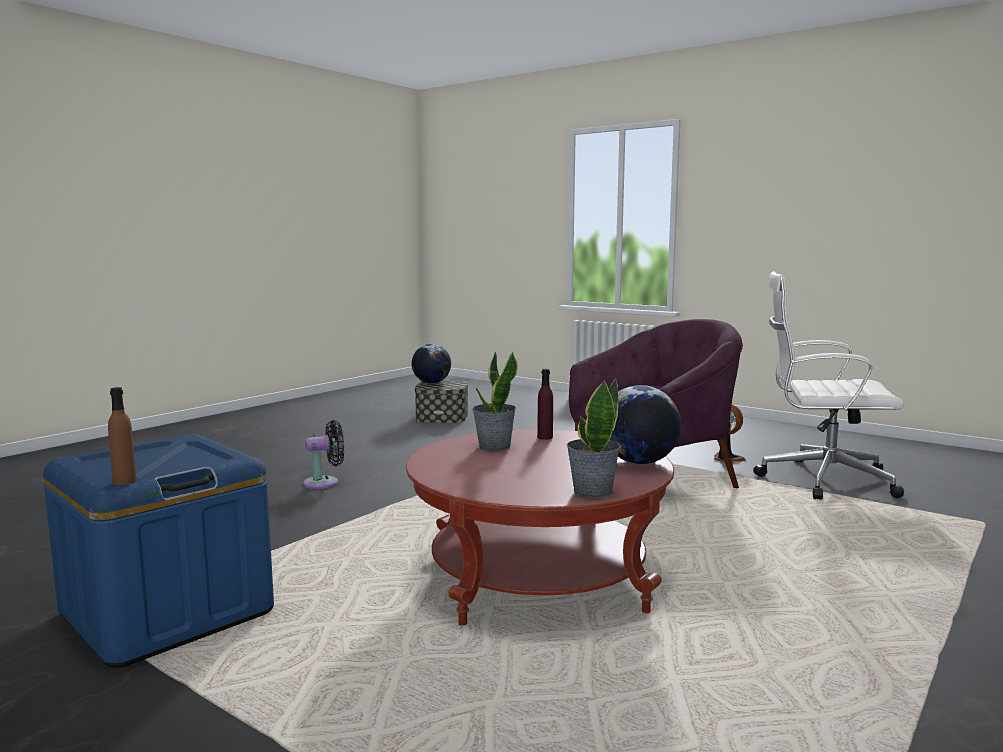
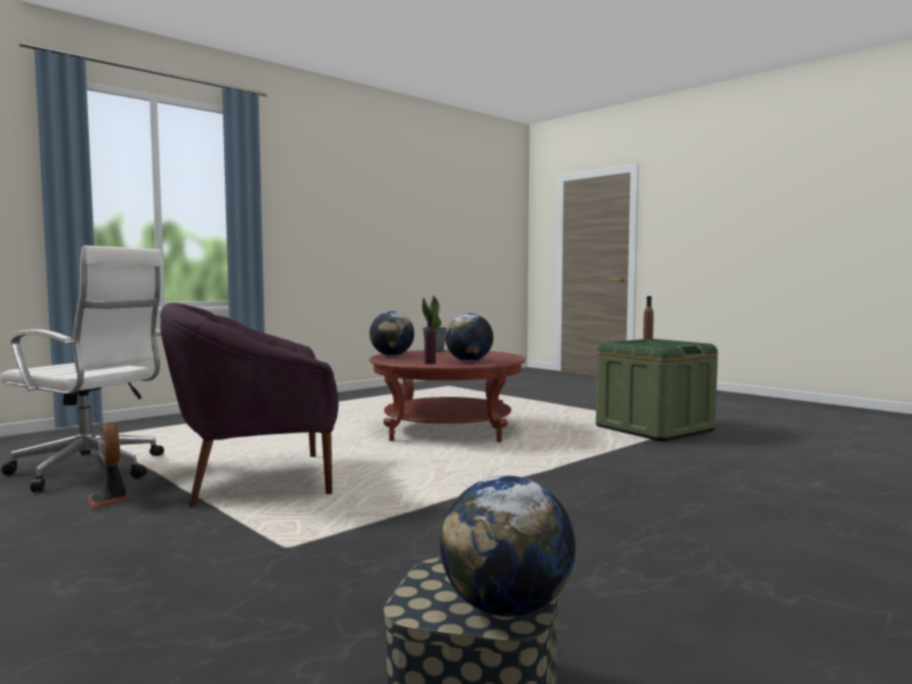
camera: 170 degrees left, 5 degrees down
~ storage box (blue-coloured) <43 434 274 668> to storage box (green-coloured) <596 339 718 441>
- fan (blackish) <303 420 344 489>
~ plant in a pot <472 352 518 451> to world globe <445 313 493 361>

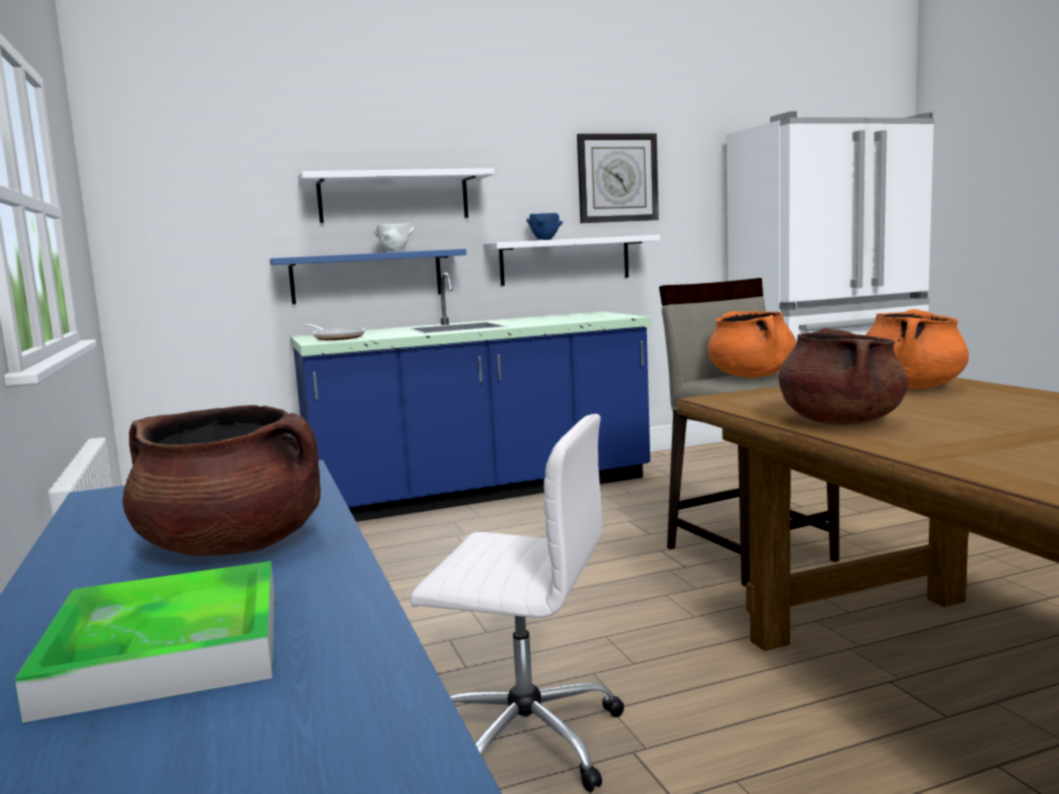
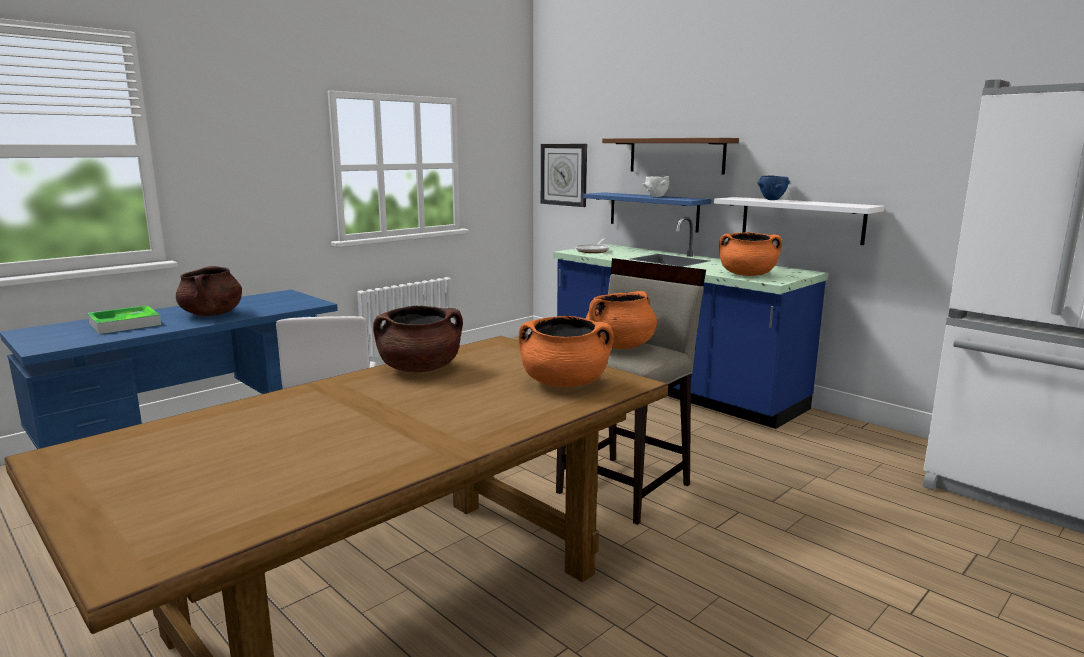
camera: 65 degrees right, 5 degrees up
~ shelf (white-coloured) <298 168 494 223> to shelf (brown) <602 138 739 175>
~ wall clock <577 133 659 223> to <541 144 587 207>
+ cooking pot (orange-coloured) <719 232 782 276>

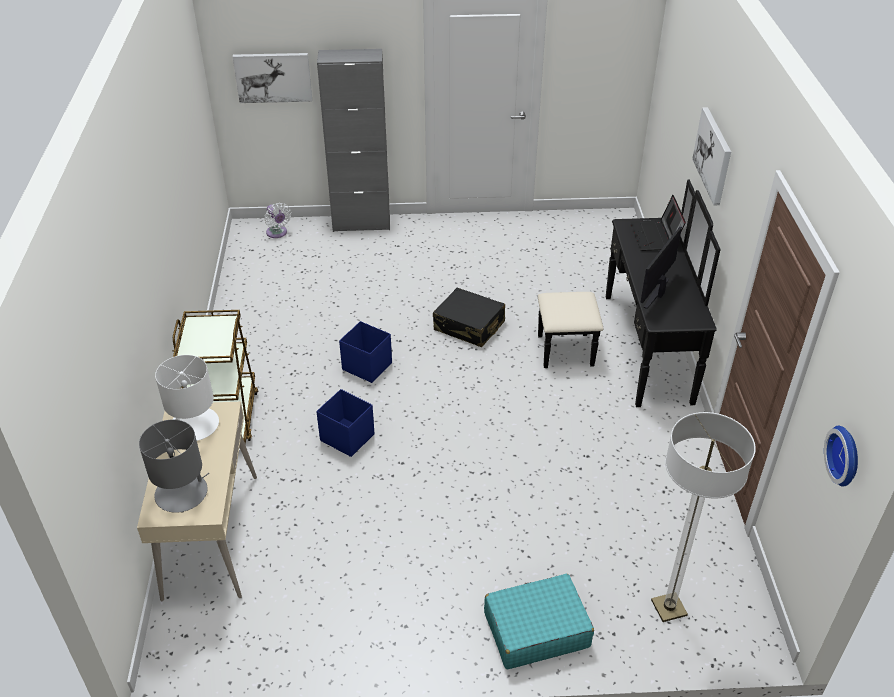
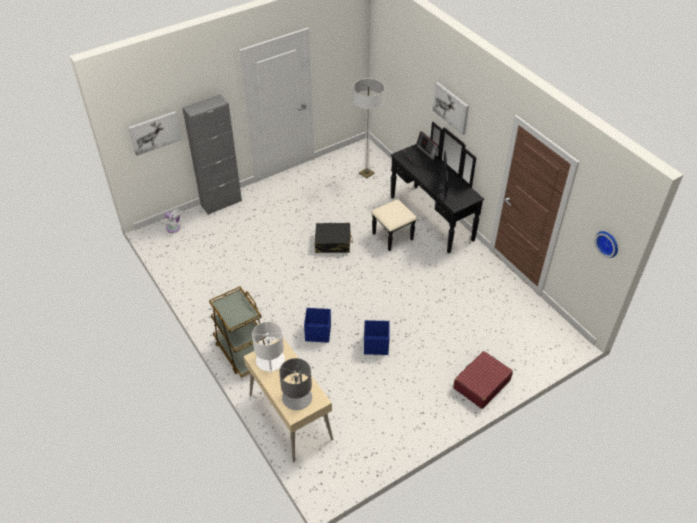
camera: 30 degrees left, 5 degrees up
~ storage box (blue-coloured) <339 321 392 383> to <364 320 389 355>
~ travel case (blue-green) <484 574 594 669> to travel case (red) <453 351 513 409>
~ standing lamp <651 412 756 622> to <353 78 385 178>

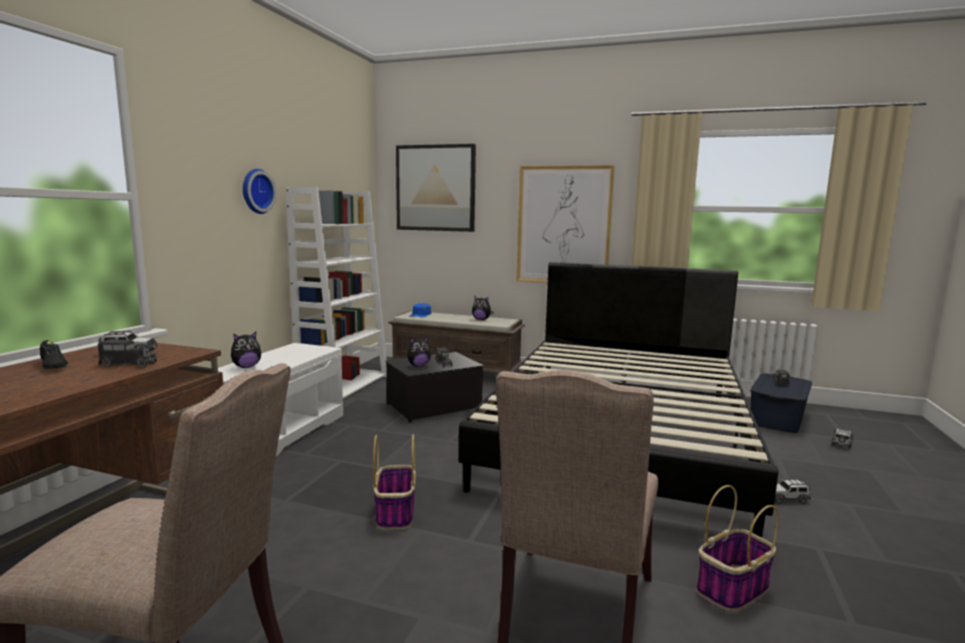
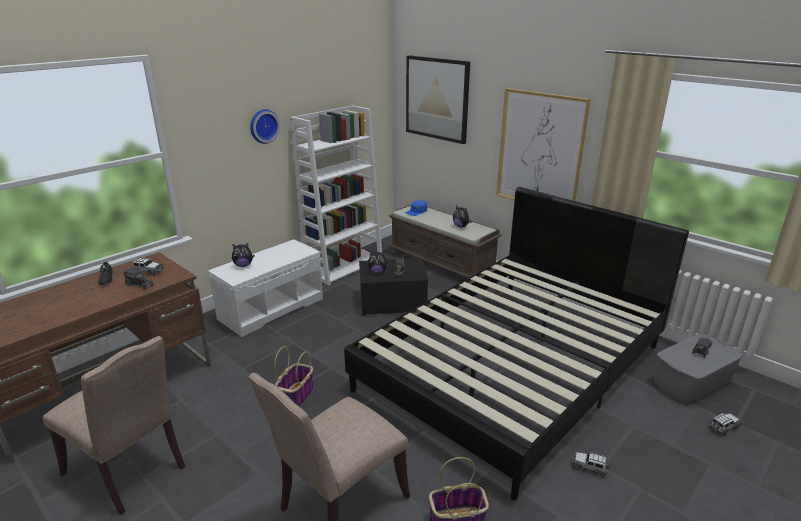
camera: 25 degrees right, 15 degrees up
~ storage box (blue-coloured) <750 373 812 433> to storage box (grey) <654 333 743 404>

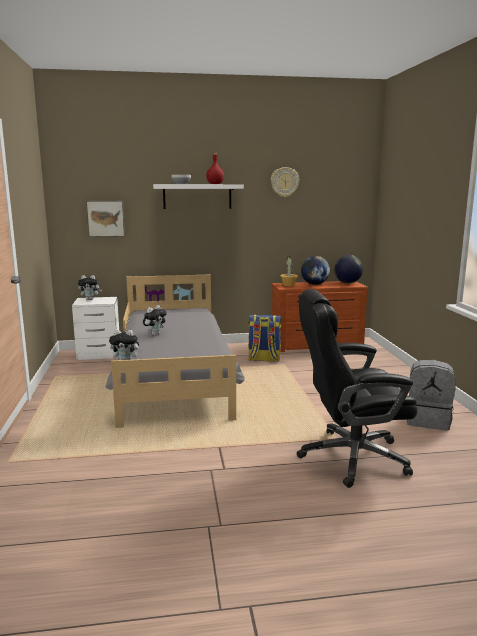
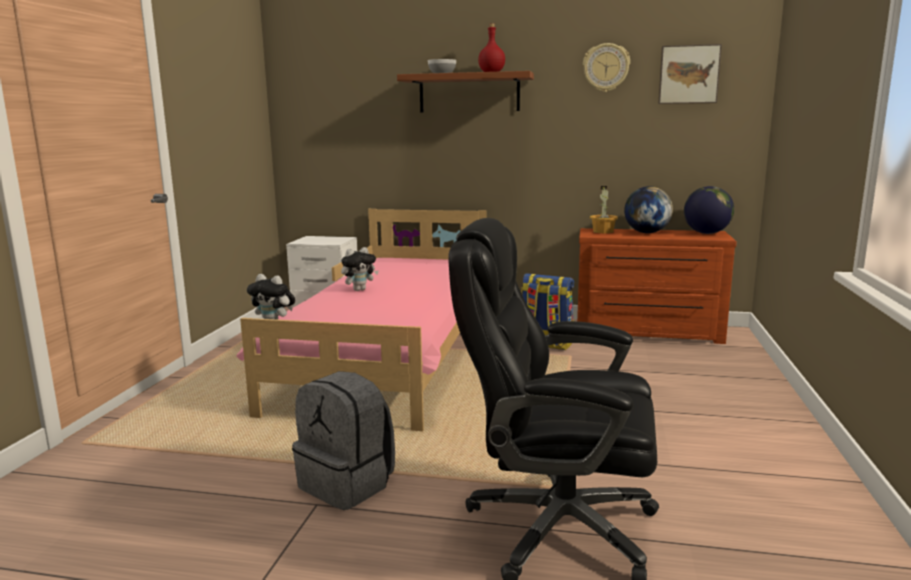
camera: 20 degrees right, 0 degrees up
- soft toy <78 275 102 300>
~ wall art <86 201 125 237> to <658 44 722 104>
~ bedroom bed (grey) <106 274 245 428> to bedroom bed (pink) <236 209 487 431>
~ shelf (white-coloured) <153 184 244 209> to shelf (brown) <397 71 534 112>
~ knapsack (grey) <407 360 456 431> to <292 371 395 510>

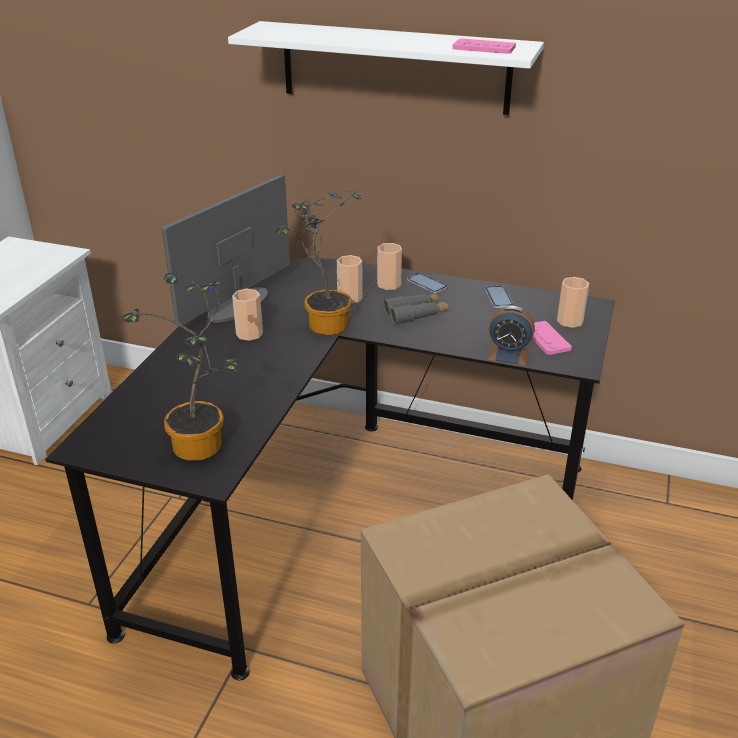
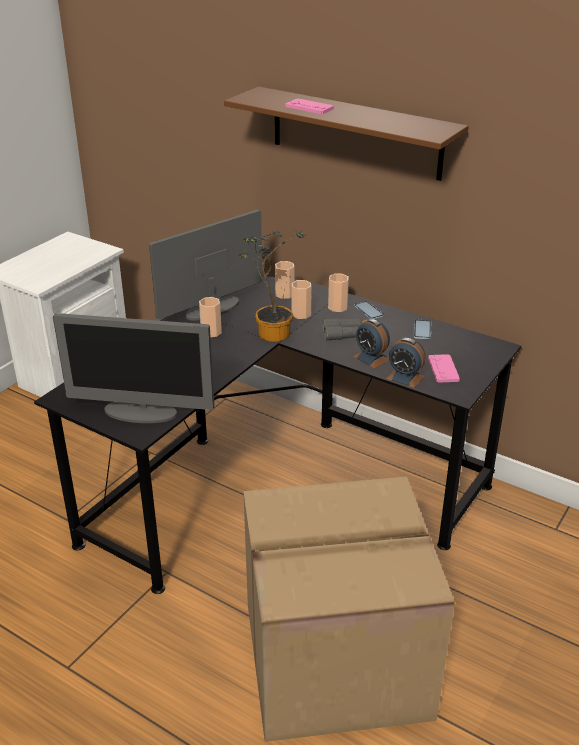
camera: 15 degrees right, 0 degrees up
~ plant in a pot <123 273 241 461> to computer screen <53 313 214 423>
~ shelf (white-coloured) <228 21 544 115> to shelf (brown) <224 87 469 181>
~ game controller (pink) <452 38 516 54> to <286 99 334 114>
~ cup <557 277 589 328> to <275 261 294 299>
+ table clock <352 319 390 369>

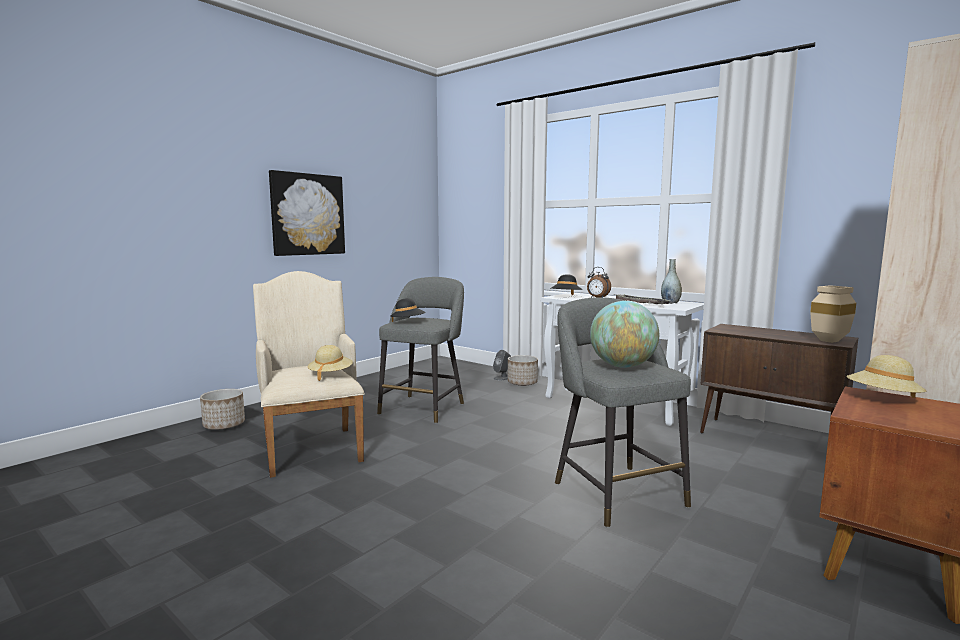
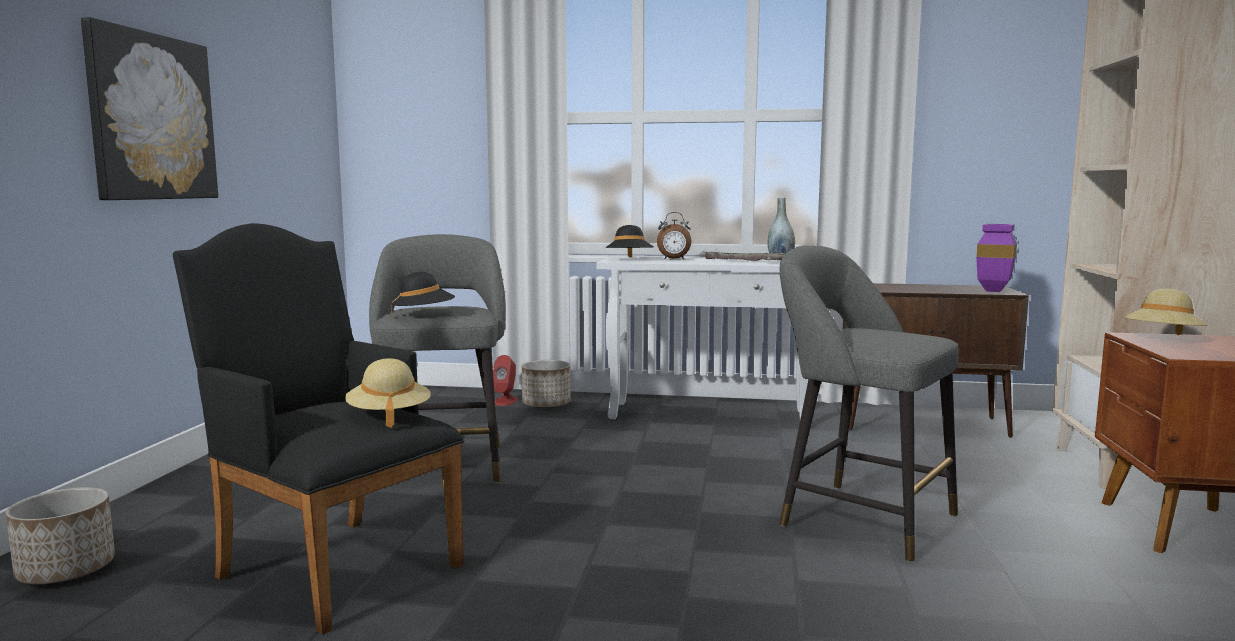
camera: 30 degrees left, 0 degrees up
~ easy chair (beige) <253 271 365 478> to easy chair (blackish) <173 223 464 635>
~ speaker (grey) <493 350 511 380> to speaker (red) <493 355 518 406>
- world globe <590 301 659 368>
~ decorative vase (beige) <810 285 856 343> to decorative vase (purple-coloured) <976 224 1017 292>

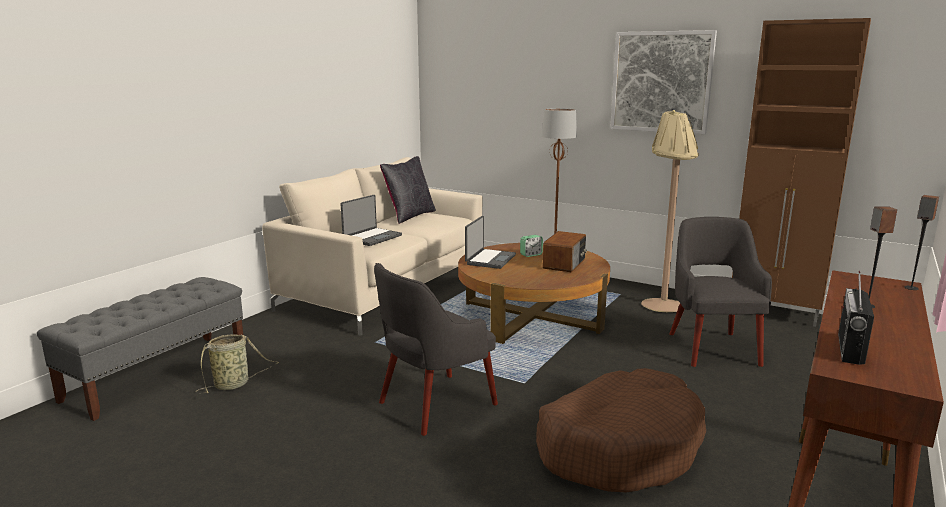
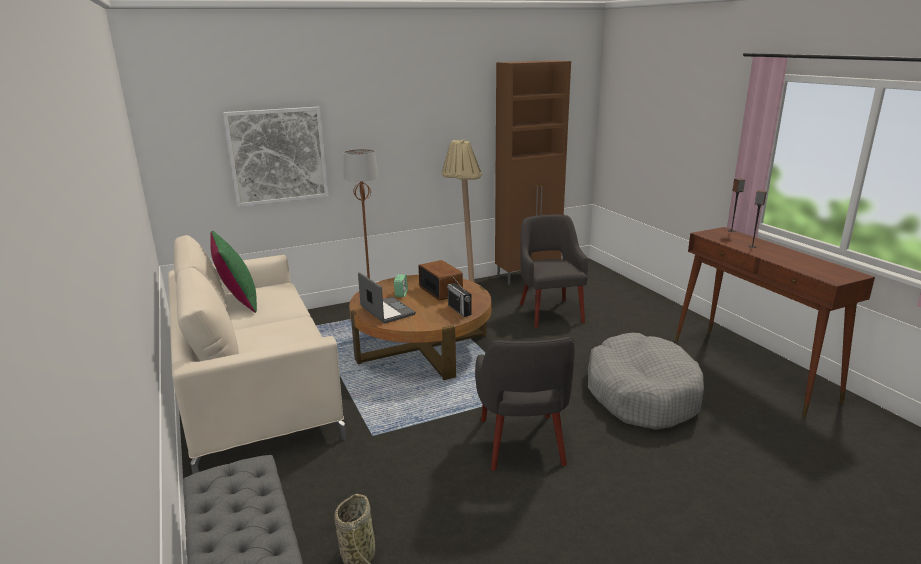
camera: 55 degrees left, 5 degrees up
- portable computer <341 195 402 246>
~ cushion (blackish) <380 156 436 224> to cushion (green-coloured) <210 231 257 313>
~ dog bed (brown) <536 368 706 492> to dog bed (grey) <588 333 704 430>
~ wall art <610 30 717 134> to <223 107 328 207>
~ easy chair (grey) <669 217 772 367> = <520 214 588 328> 45 degrees clockwise
~ radio <838 271 874 365> to <447 277 472 317>

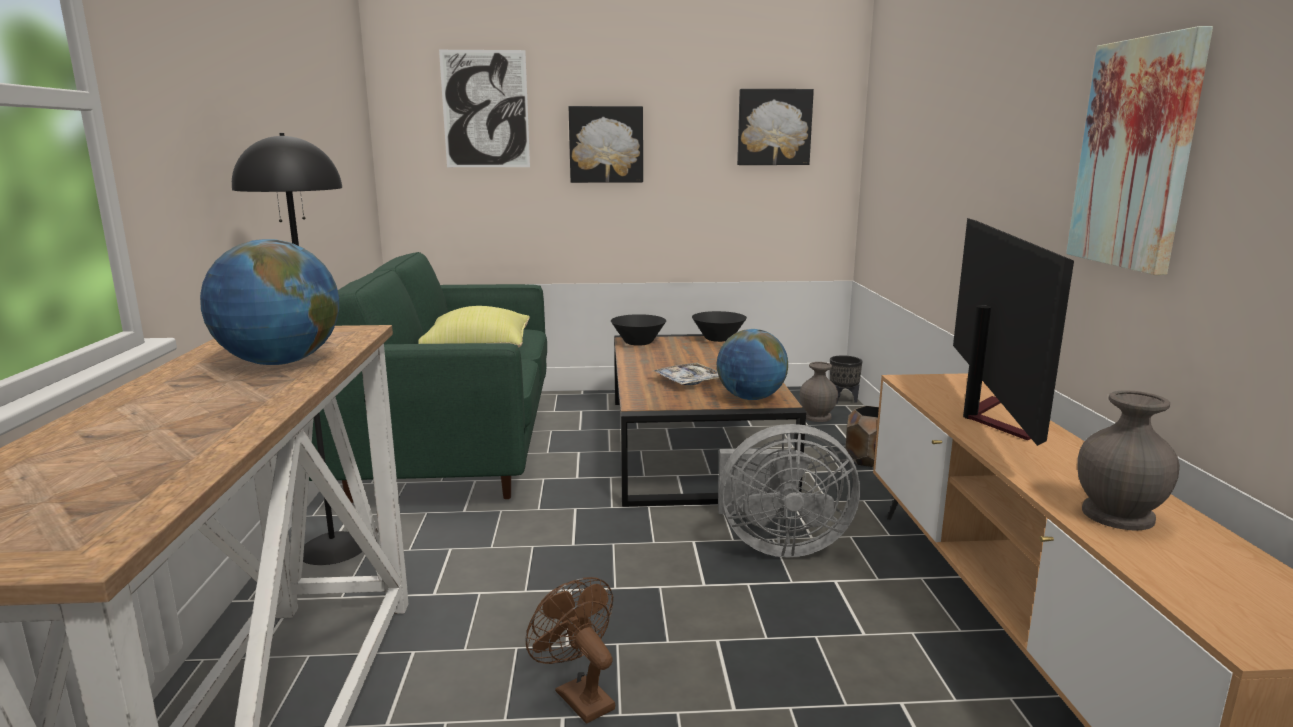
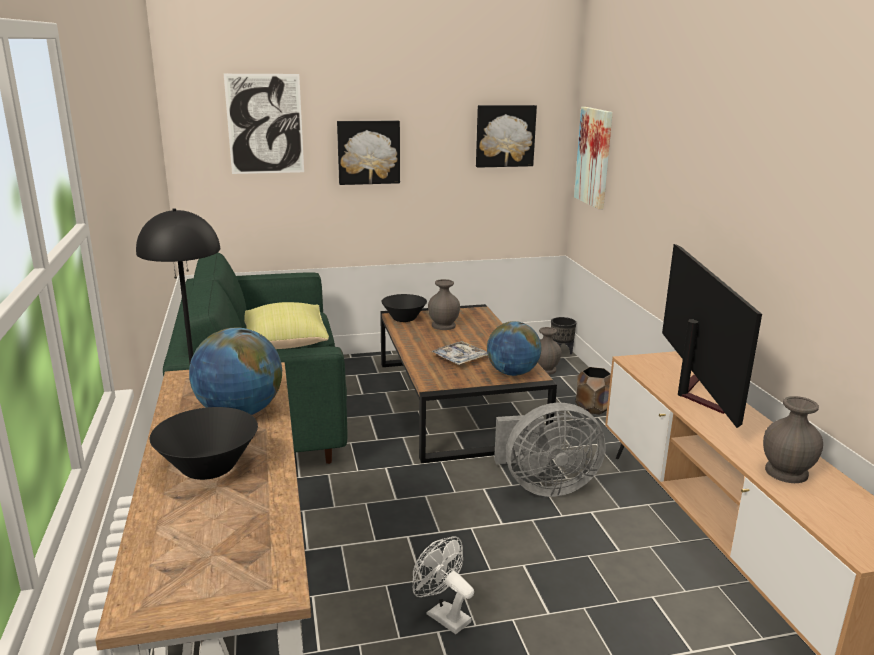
camera: 10 degrees left, 5 degrees up
~ fan (brown) <525 577 615 723> to fan (white-coloured) <413 536 474 634>
~ deep dish (blackish) <692 311 747 342> to <150 407 258 480>
~ wall art <1066 26 1213 275> to <574 107 613 209>
+ decorative vase (grey) <428 279 460 330>

